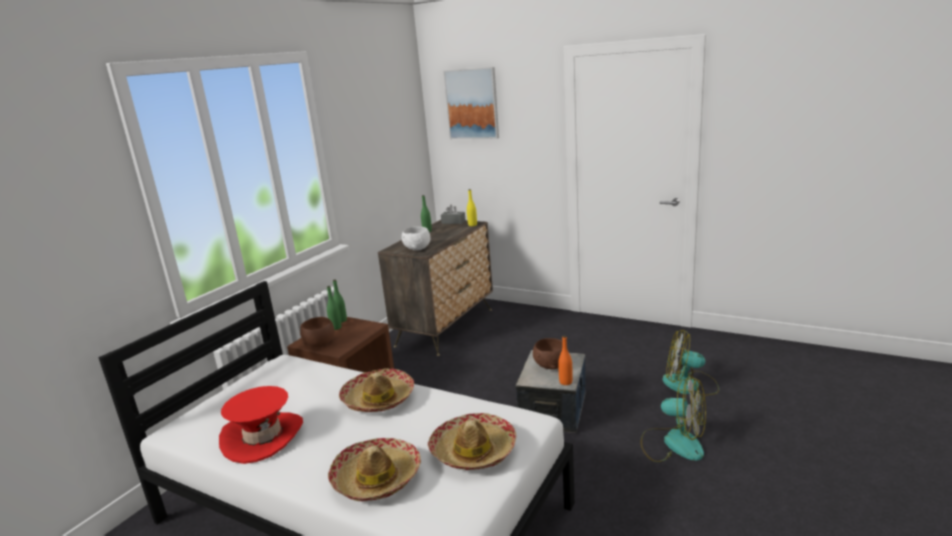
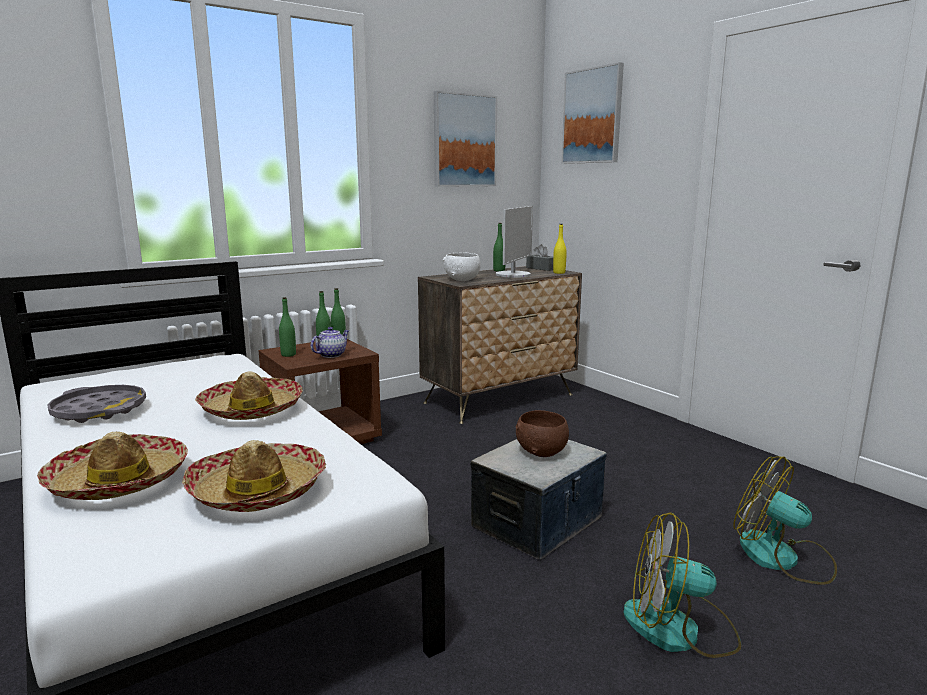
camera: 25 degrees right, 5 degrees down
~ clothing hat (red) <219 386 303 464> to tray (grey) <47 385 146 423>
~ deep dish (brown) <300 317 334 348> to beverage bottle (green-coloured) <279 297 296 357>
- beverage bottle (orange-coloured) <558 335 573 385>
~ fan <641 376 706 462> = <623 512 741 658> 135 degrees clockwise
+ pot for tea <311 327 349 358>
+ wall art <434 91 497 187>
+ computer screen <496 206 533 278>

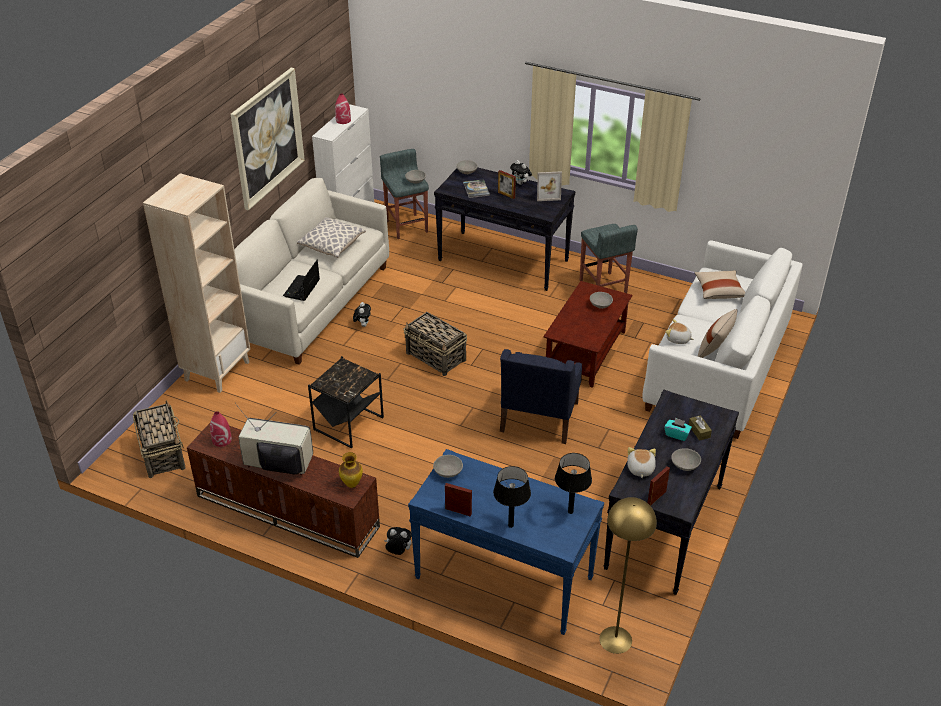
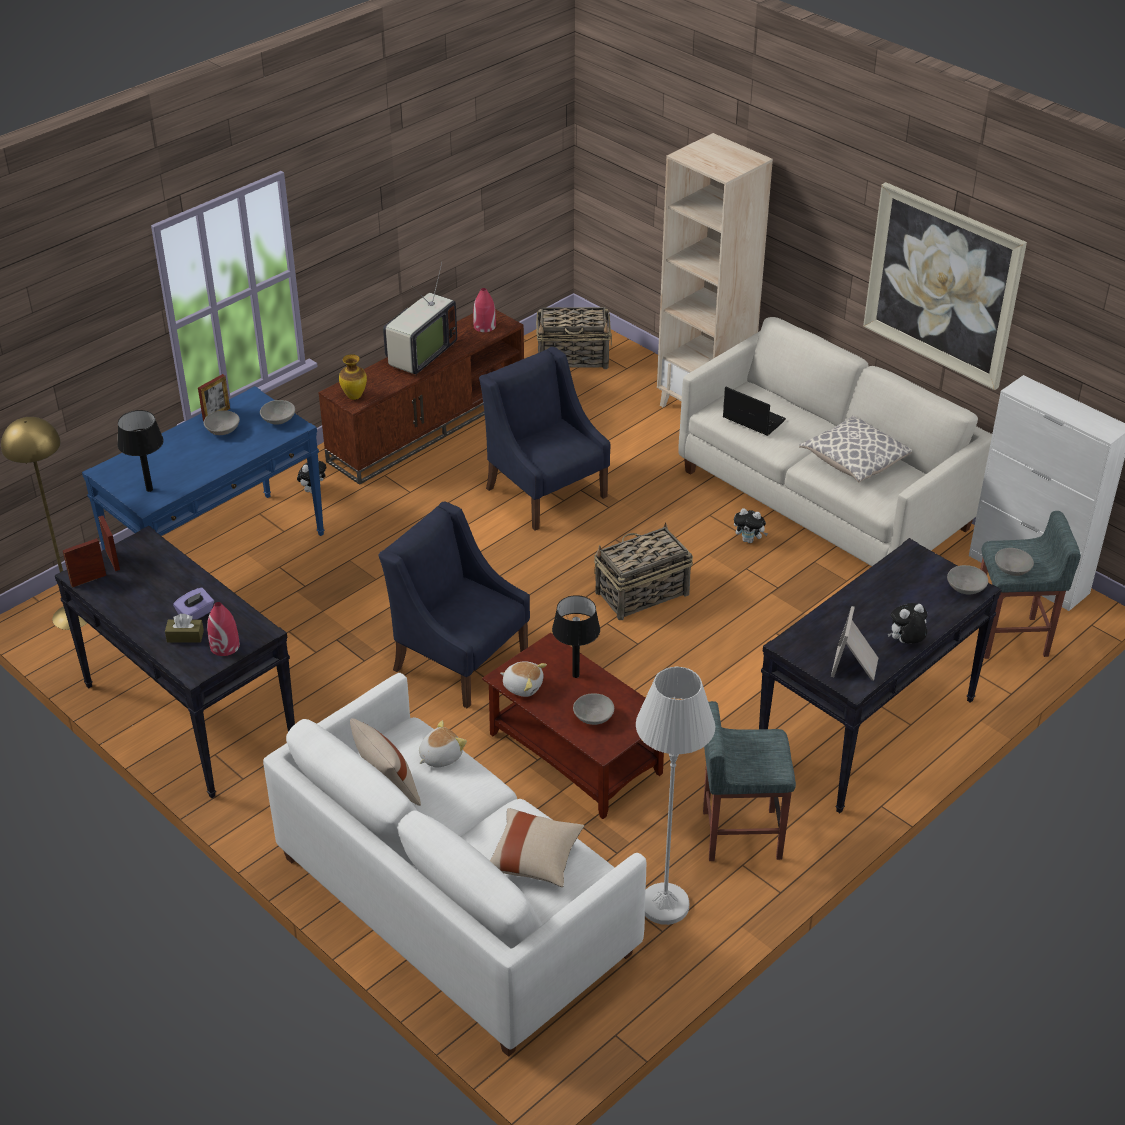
camera: 110 degrees right, 0 degrees up
~ accent table (blackish) <308 356 384 448> to easy chair (blue-coloured) <479 347 610 531>
~ decorative vase (red) <335 93 351 124> to <207 602 240 656>
- bound book <463 179 490 198>
~ tabletop lamp (blackish) <493 466 531 528> to <552 595 600 678>
~ standing frame <498 170 516 199> to <63 538 106 588>
~ soft toy <627 447 656 478> to <500 661 547 697>
~ box of tissues (blue-green) <665 418 692 441> to box of tissues (purple-coloured) <173 588 214 620>
~ deep dish (grey) <671 448 701 471> to <204 410 240 435>
+ standing lamp (white-coloured) <636 666 716 925>

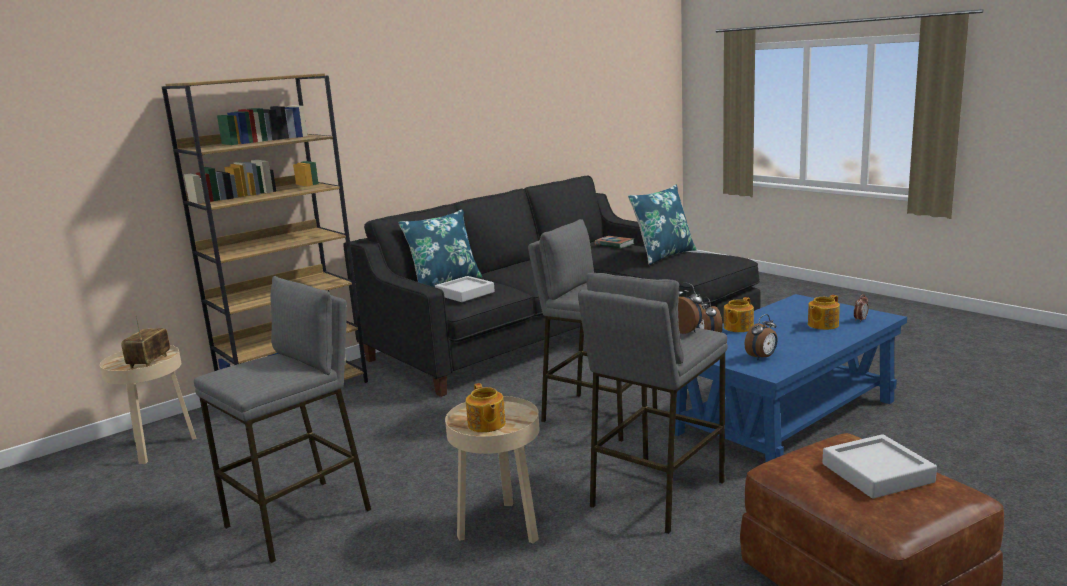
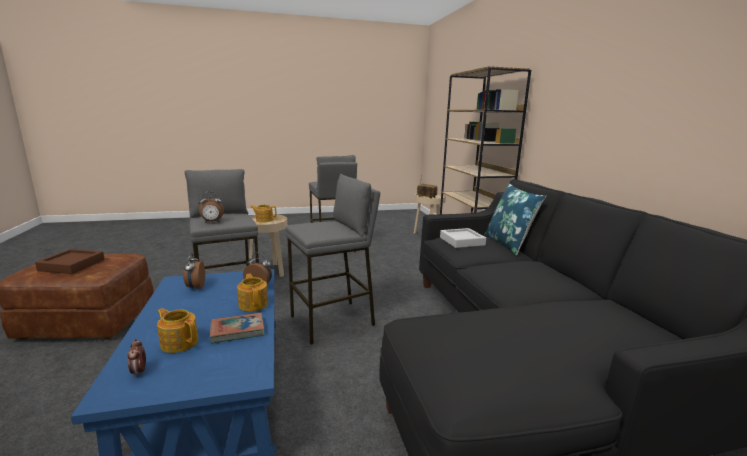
camera: 115 degrees right, 0 degrees up
~ bound book <594 236 634 249> to <210 313 265 344>
- cushion (blue-coloured) <628 185 696 265>
~ pot for tea <808 295 840 330> = <157 308 198 353> 45 degrees counterclockwise
~ tray (grey) <822 434 937 499> to tray (brown) <35 249 105 274>

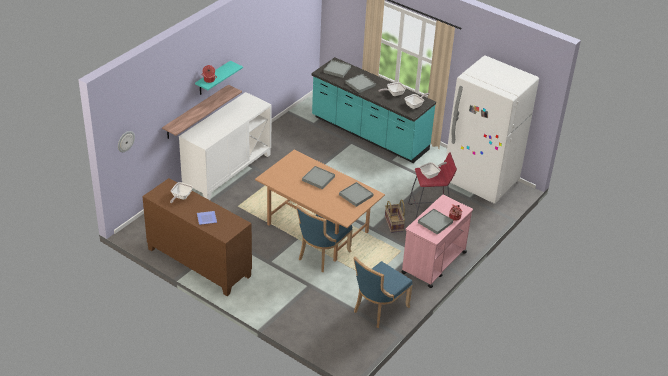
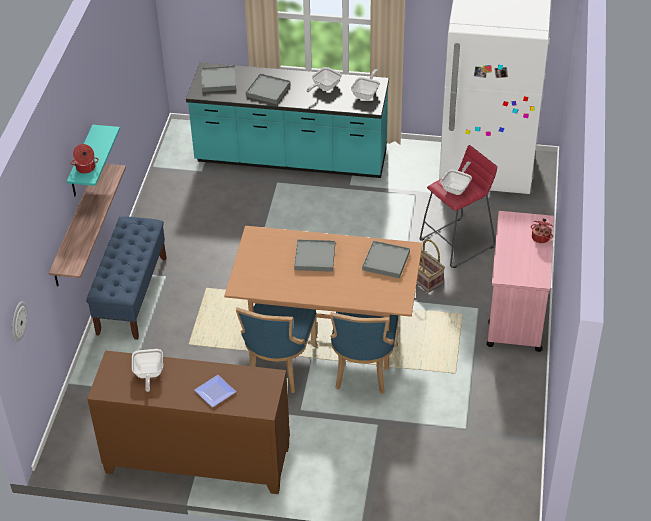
camera: 25 degrees left, 5 degrees up
~ storage cabinet (white-coloured) <179 92 271 200> to bench (blue-coloured) <86 216 166 340>
~ upright chair (blue-coloured) <354 257 412 328> to <236 303 318 393>
- tray (grey) <418 209 453 235>

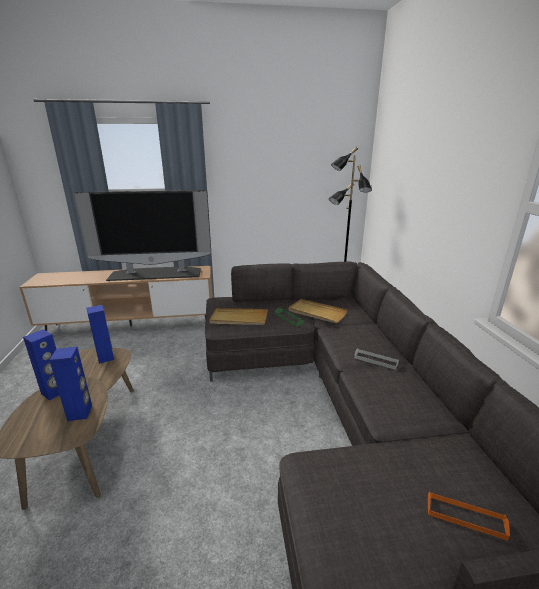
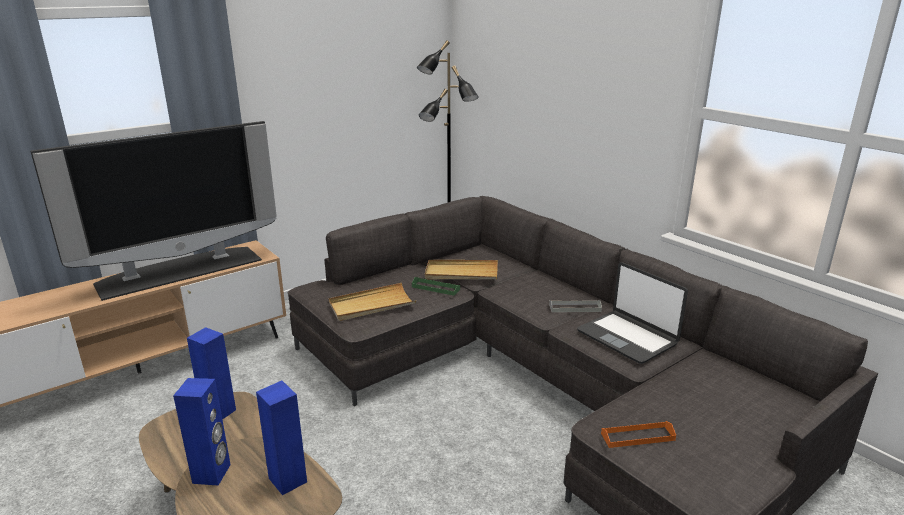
camera: 30 degrees left, 0 degrees up
~ tray (orange-coloured) <428 492 510 541> to <601 421 676 448>
+ portable computer <577 262 688 364>

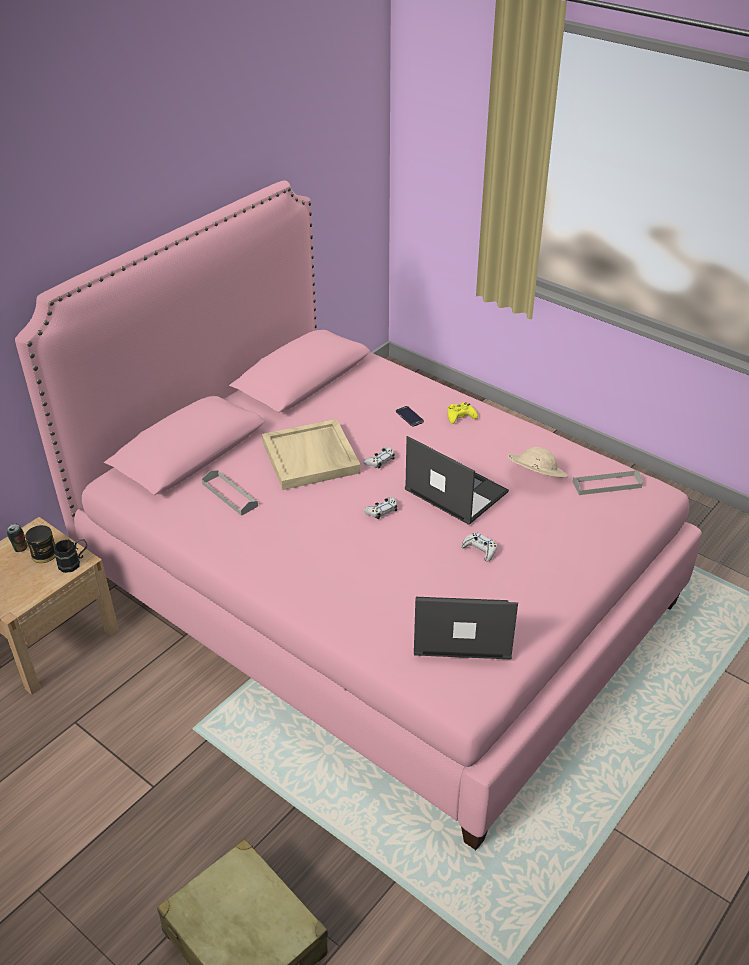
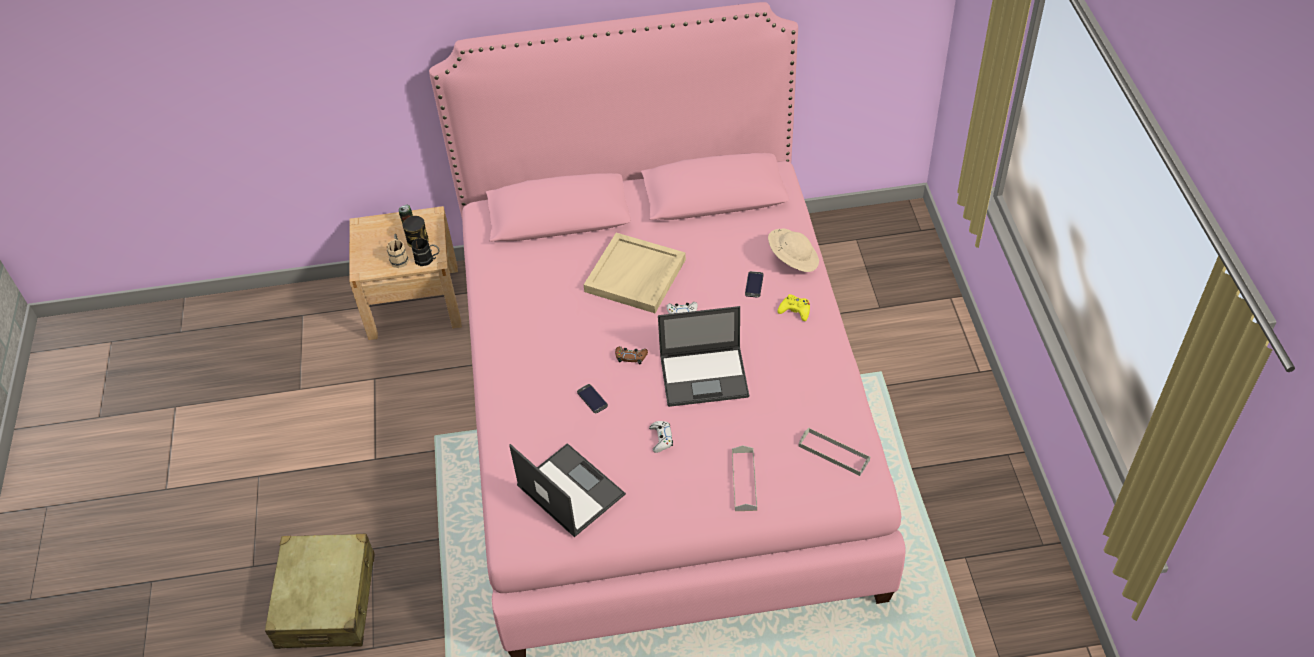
camera: 45 degrees right, 10 degrees up
~ tray (grey) <202 470 258 516> to <732 445 757 511>
~ game controller (white-coloured) <364 497 397 519> to game controller (brown) <615 346 648 364>
~ portable computer <405 436 509 525> = <658 306 749 407> 90 degrees clockwise
~ clothing hat (beige) <507 447 568 478> to <768 229 819 272>
+ tea mug (beige) <387 234 409 268>
+ phone <577 384 608 413>

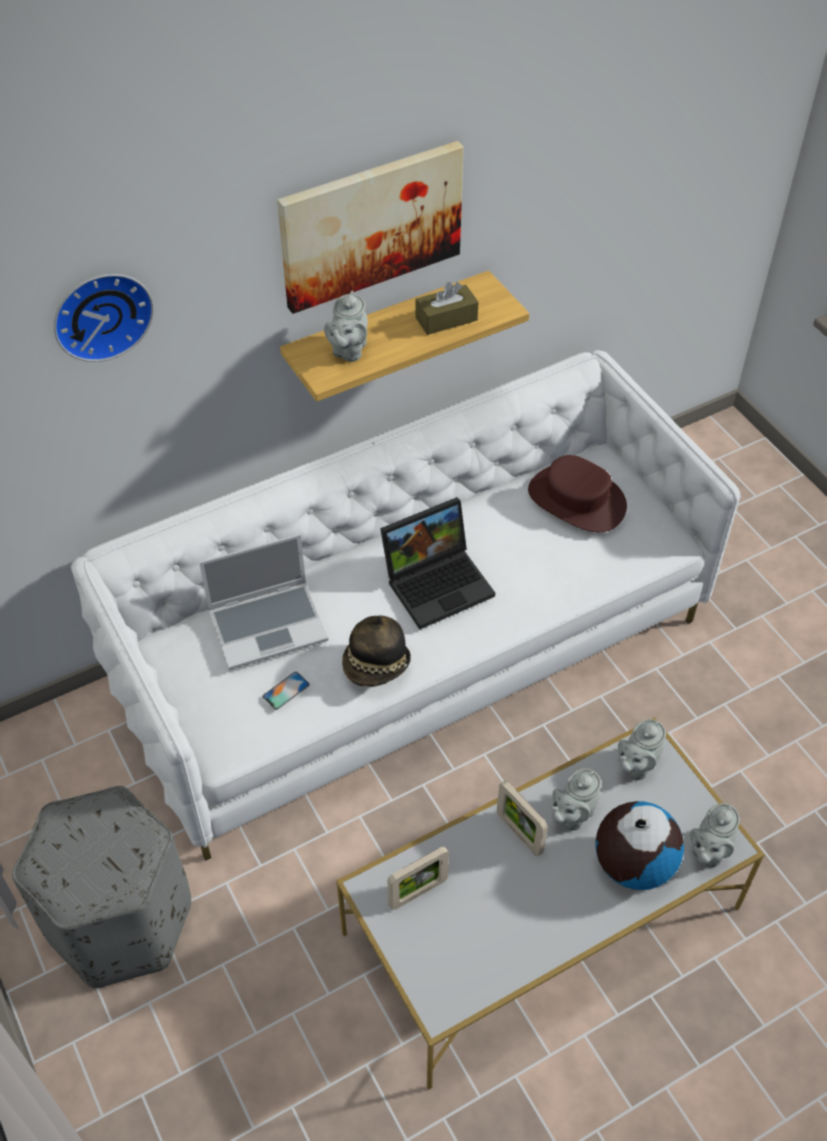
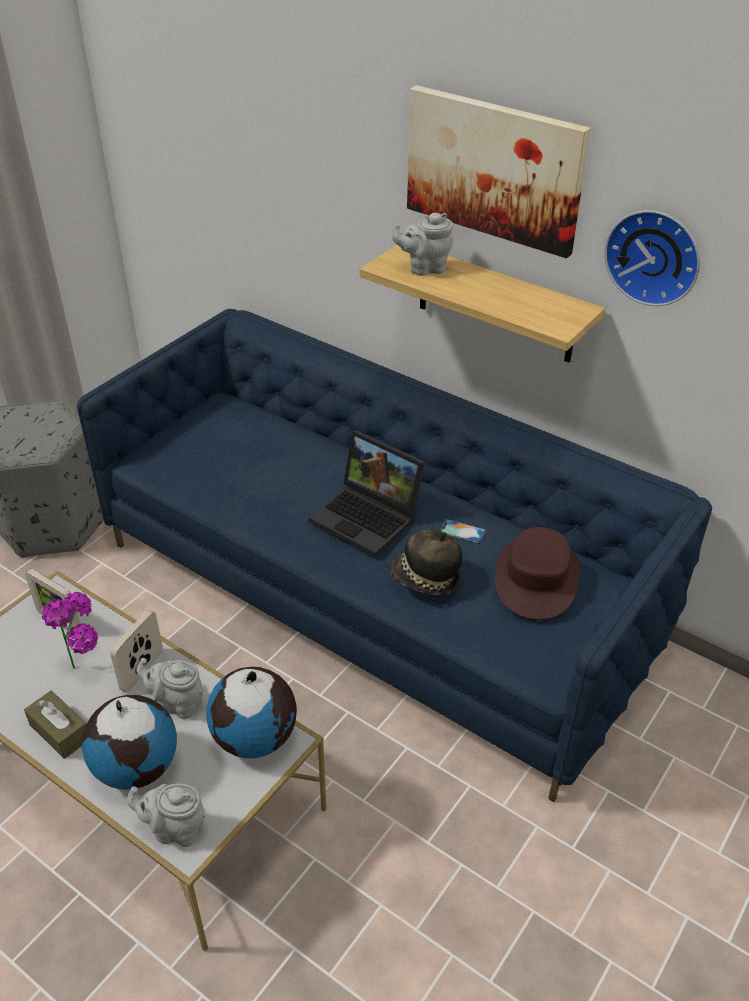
camera: 65 degrees right, 10 degrees down
~ wall clock <54 274 154 362> to <604 210 700 306>
~ couch (white-coloured) <71 350 741 860> to couch (blue-coloured) <77 309 712 802>
- portable computer <199 534 328 670>
~ phone <263 672 310 710> to <441 519 486 543>
~ clothing hat <342 616 411 687> to <389 530 462 595>
~ box of tissues (brown) <416 282 478 335> to <24 691 87 759>
~ pot for tea (grey) <618 719 666 780> to world globe <206 667 297 758>
+ plant in a pot <42 592 98 669>

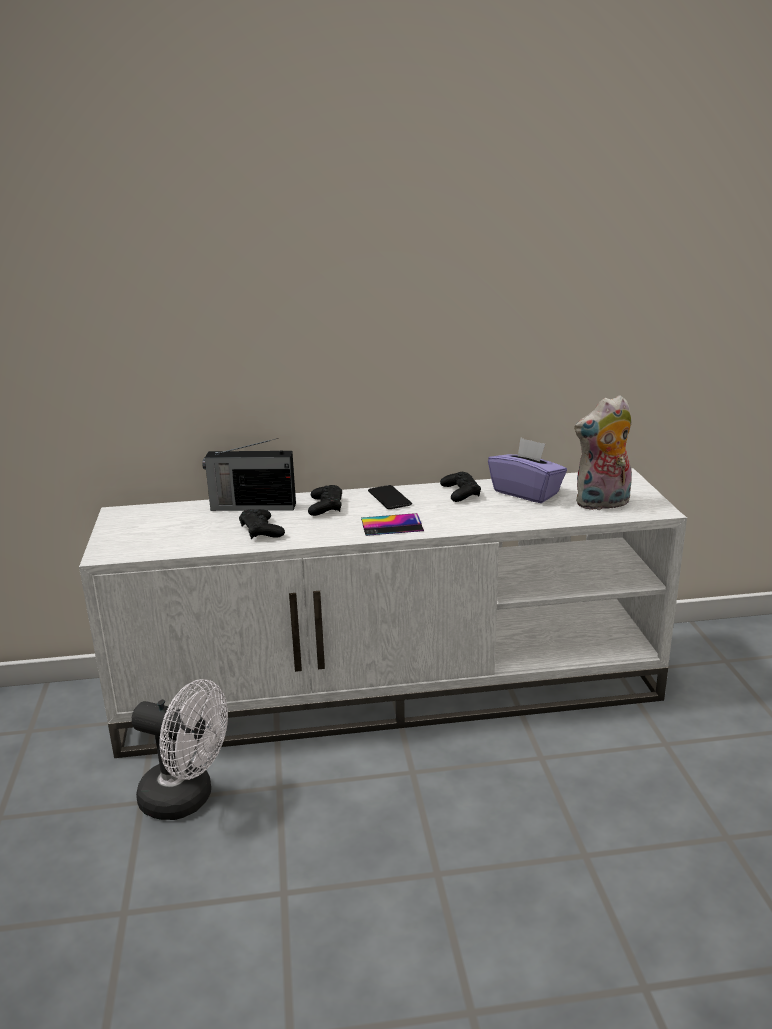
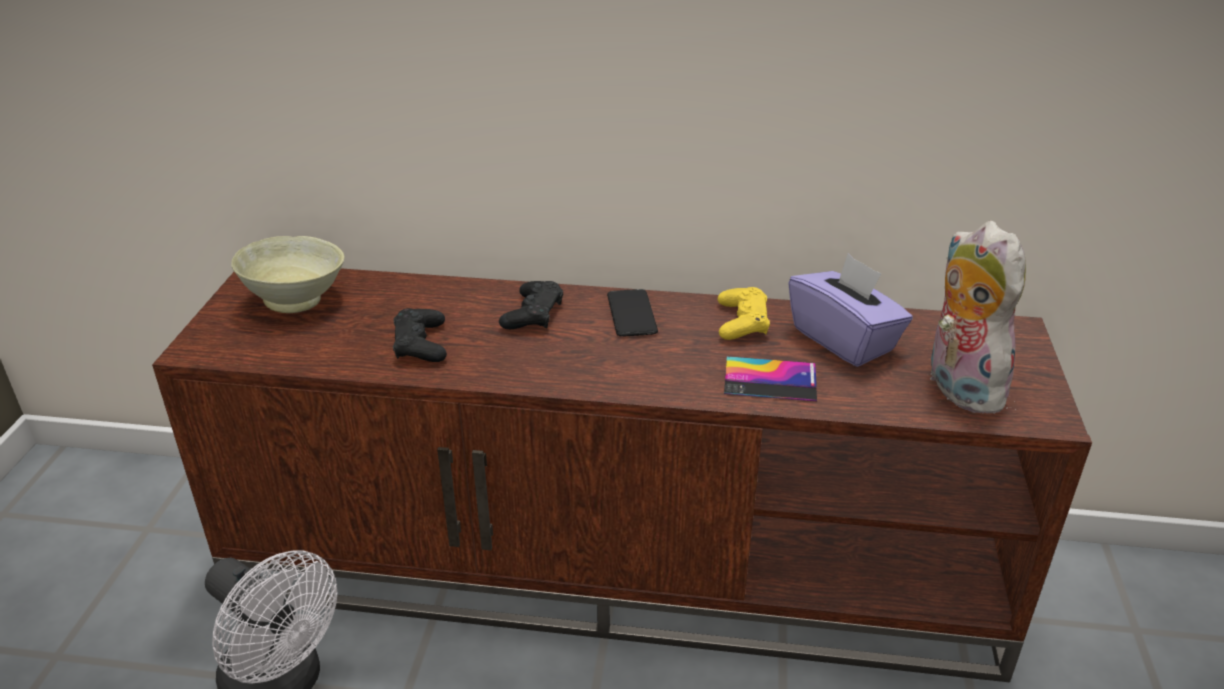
camera: 15 degrees right, 10 degrees up
~ media console (white-coloured) <79 468 687 758> to media console (brown) <152 268 1092 682>
- radio <202 438 296 511>
~ phone <361 513 424 536> to <724 356 817 401>
~ game controller (blackish) <440 472 481 502> to game controller (yellow-coloured) <718 287 770 340>
~ soft toy <574 395 632 511> = <927 221 1026 414> 75 degrees clockwise
+ deep dish (beige) <231 236 345 313>

